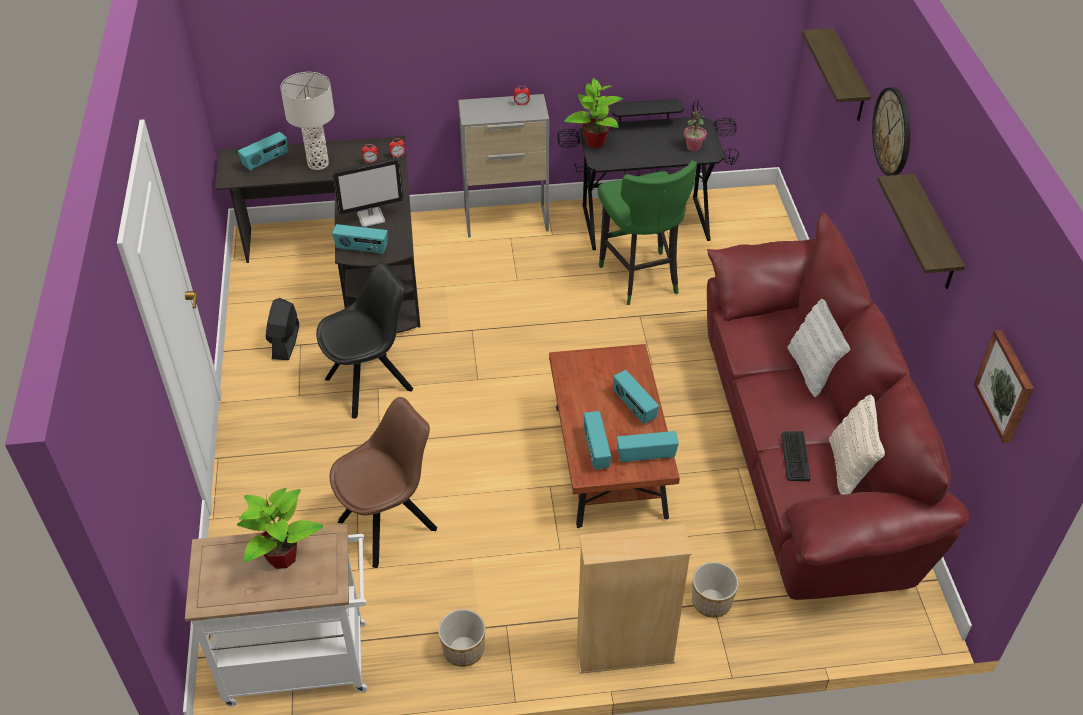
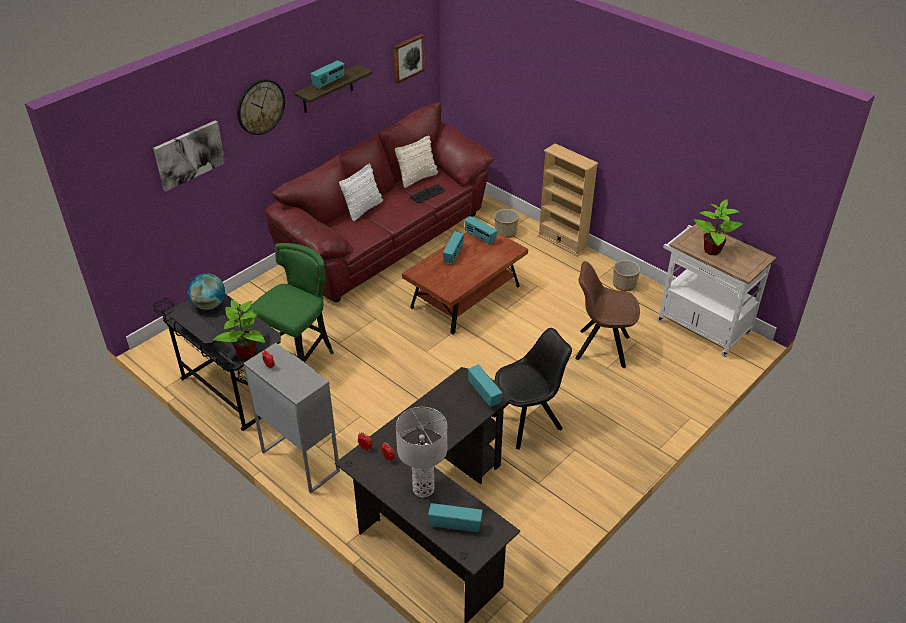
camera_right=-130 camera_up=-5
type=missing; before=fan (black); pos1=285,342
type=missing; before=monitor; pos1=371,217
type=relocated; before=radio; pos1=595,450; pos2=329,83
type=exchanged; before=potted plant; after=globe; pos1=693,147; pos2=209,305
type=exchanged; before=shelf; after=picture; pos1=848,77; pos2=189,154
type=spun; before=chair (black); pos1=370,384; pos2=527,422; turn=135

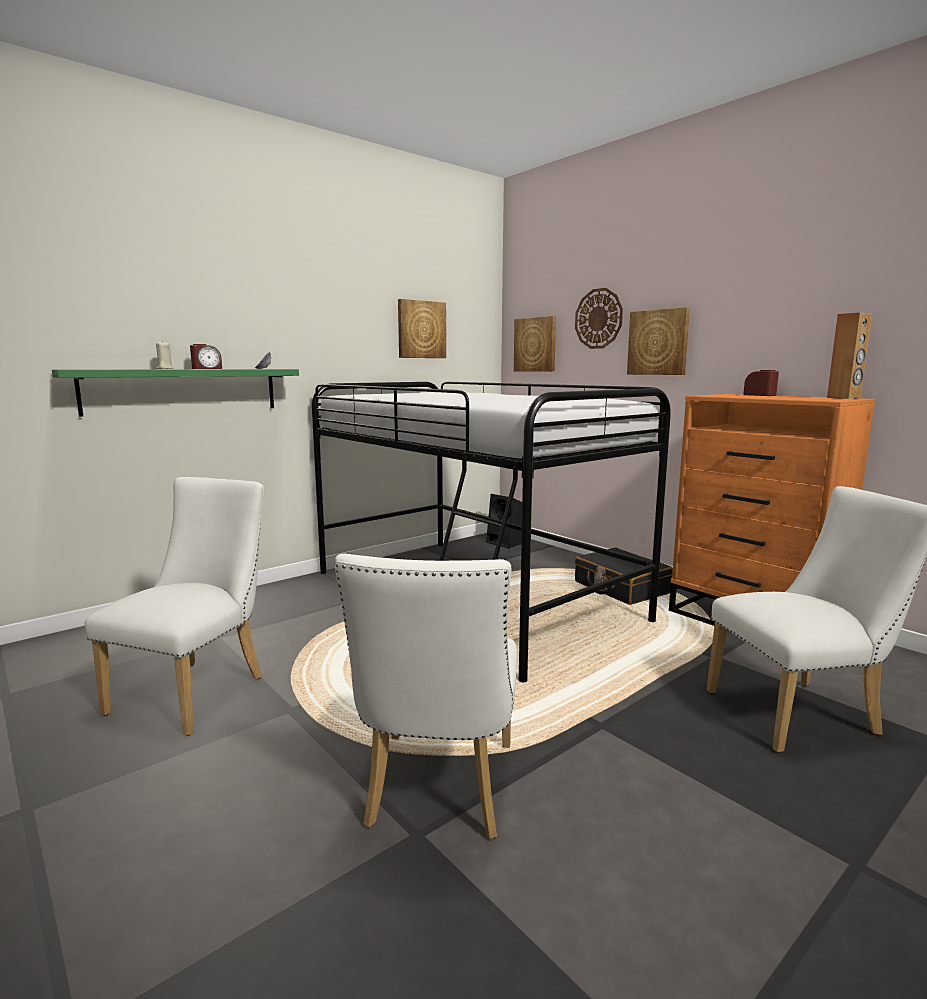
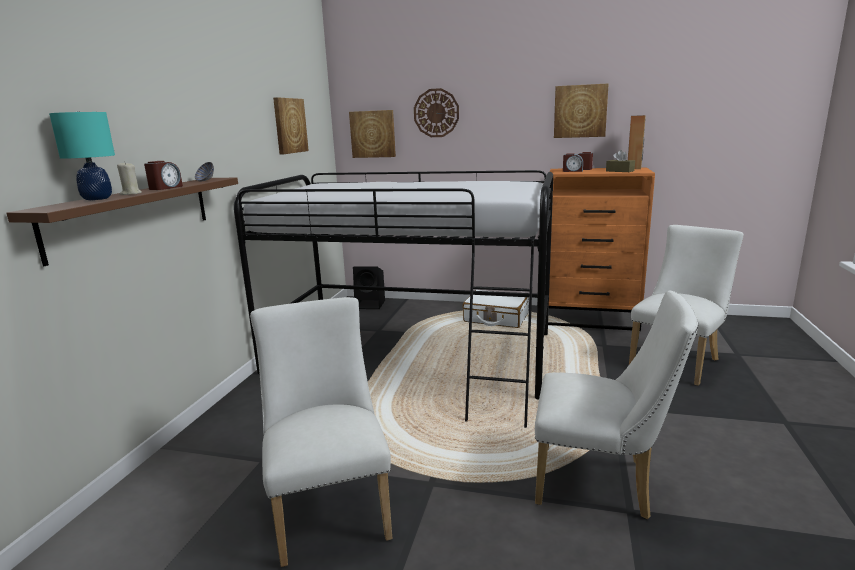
camera_right=-35 camera_up=5
type=appeared; after=table lamp (turquoise); pos2=97,199
type=appeared; after=alarm clock; pos2=572,171
type=appeared; after=tissue box (brown); pos2=620,171
type=relocated; before=picture; pos1=658,342; pos2=580,111
type=colour; before=shelf (green); after=shelf (brown); pos1=183,390; pos2=133,215
type=colour; before=suitcase (black); after=suitcase (white); pos1=620,588; pos2=496,318
type=spun; before=chair (white); pos1=438,792; pos2=601,483; turn=-45

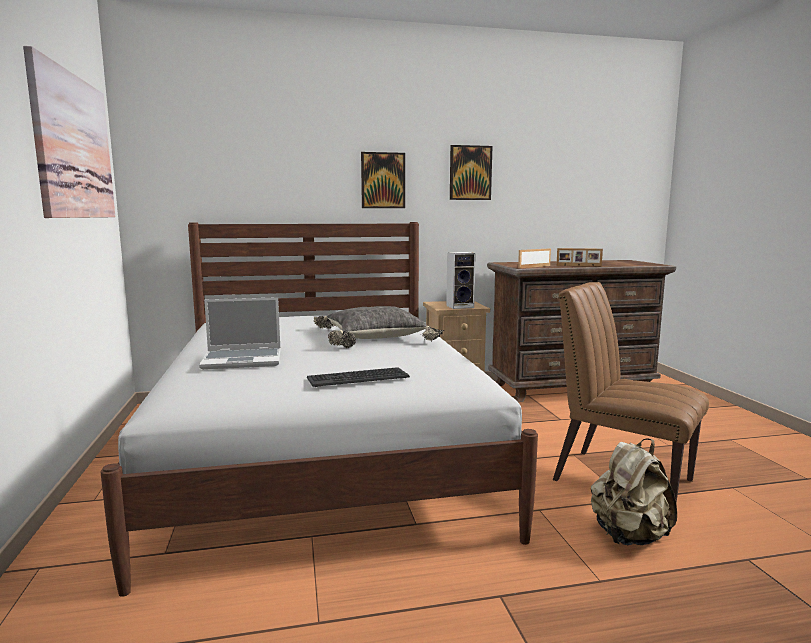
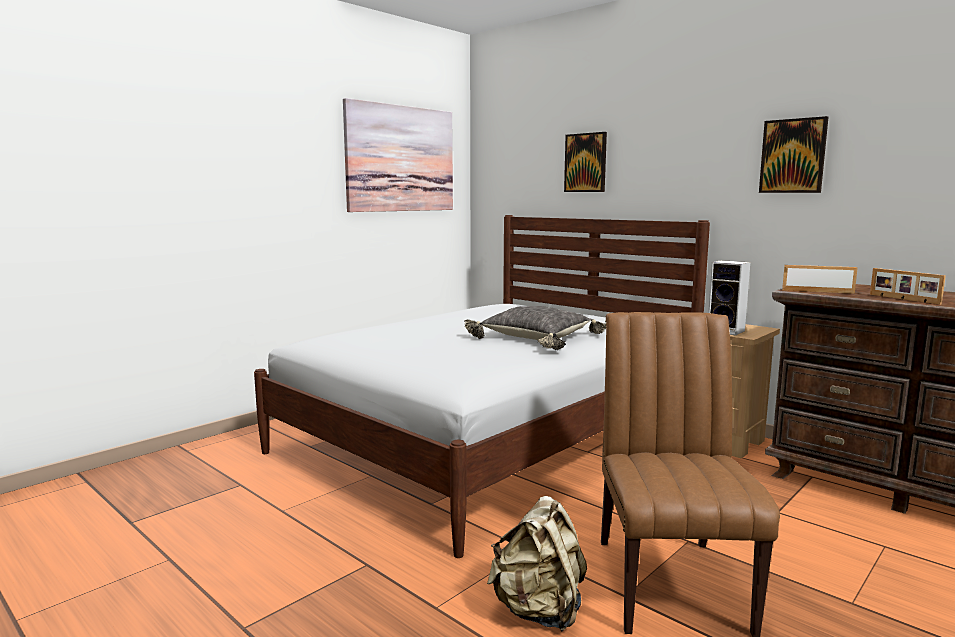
camera_right=55 camera_up=0
type=missing; before=laptop; pos1=243,360
type=missing; before=keyboard; pos1=358,378
type=relocated; before=picture; pos1=383,180; pos2=585,162

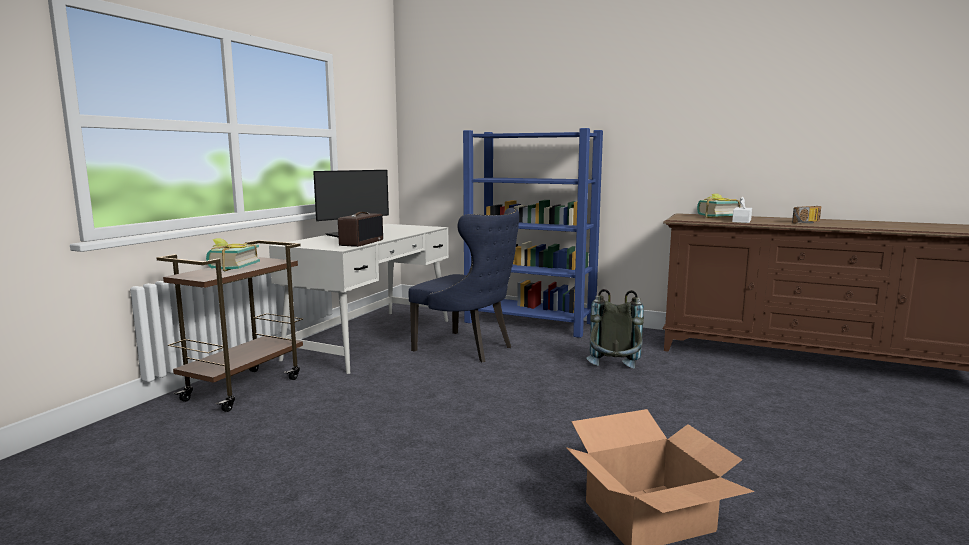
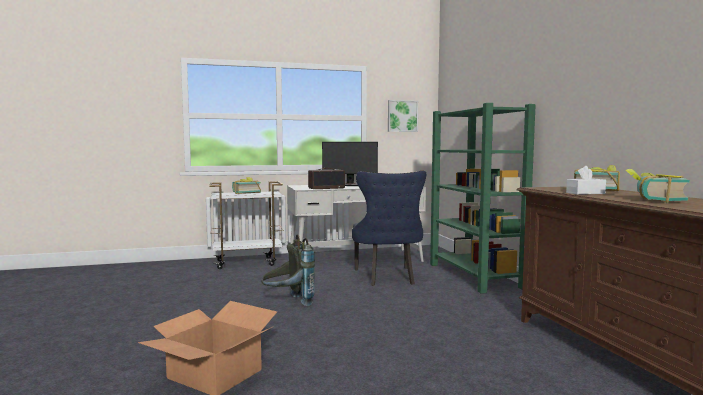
camera_right=50 camera_up=-5
type=appeared; after=picture; pos2=402,116
type=relocated; before=backpack (grey); pos1=614,372; pos2=288,303
type=exchanged; before=radio; after=book; pos1=808,222; pos2=653,200
type=colour; before=cart (brown); after=cart (white); pos1=246,388; pos2=248,263
type=colour; before=bookcase (blue); after=bookcase (green); pos1=530,322; pos2=474,276

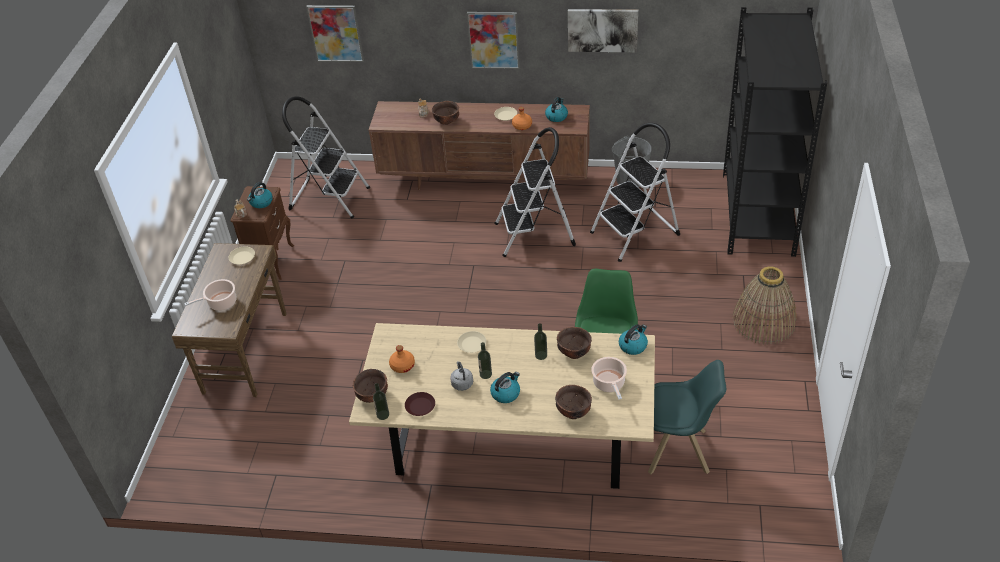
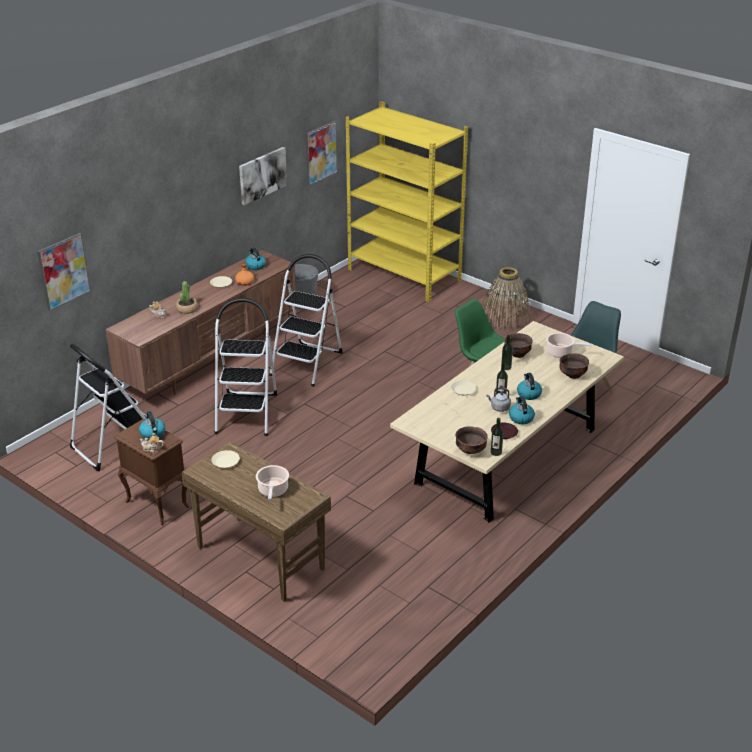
camera_right=-60 camera_up=-10
type=missing; before=bottle (orange); pos1=402,365
type=relocated; before=picture; pos1=493,40; pos2=321,153
type=relocated; before=step ladder; pos1=637,233; pos2=248,412
type=relocated; before=kettle; pos1=633,346; pos2=521,418
type=exchanged; before=bowl (brown); after=potted plant; pos1=446,121; pos2=187,309
type=colour; before=bookcase (black); after=bookcase (yellow); pos1=757,214; pos2=404,275

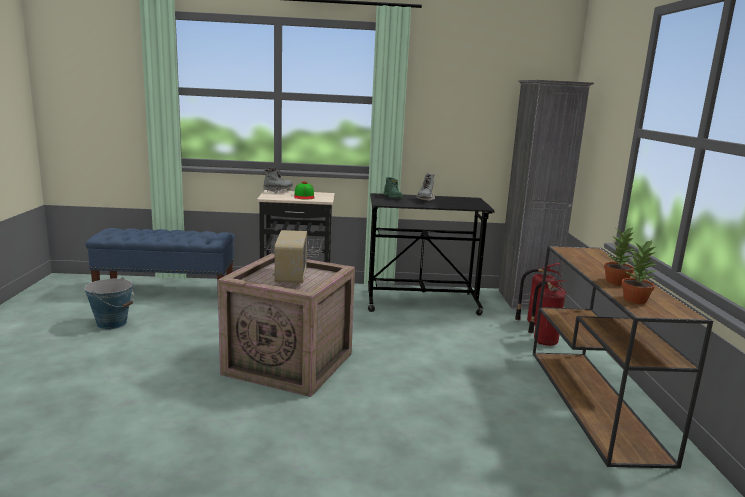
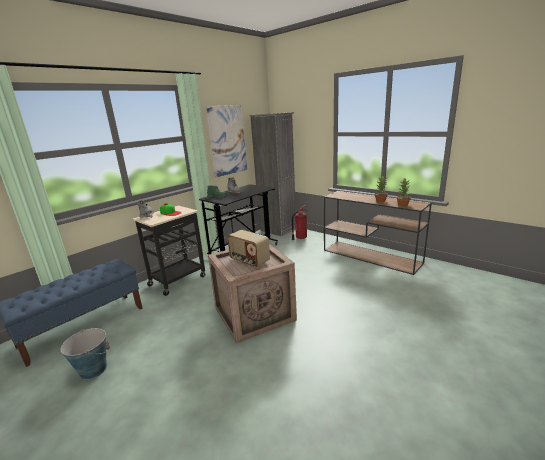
camera_right=-45 camera_up=5
type=missing; before=fire extinguisher; pos1=544,341
type=appeared; after=picture; pos2=228,140

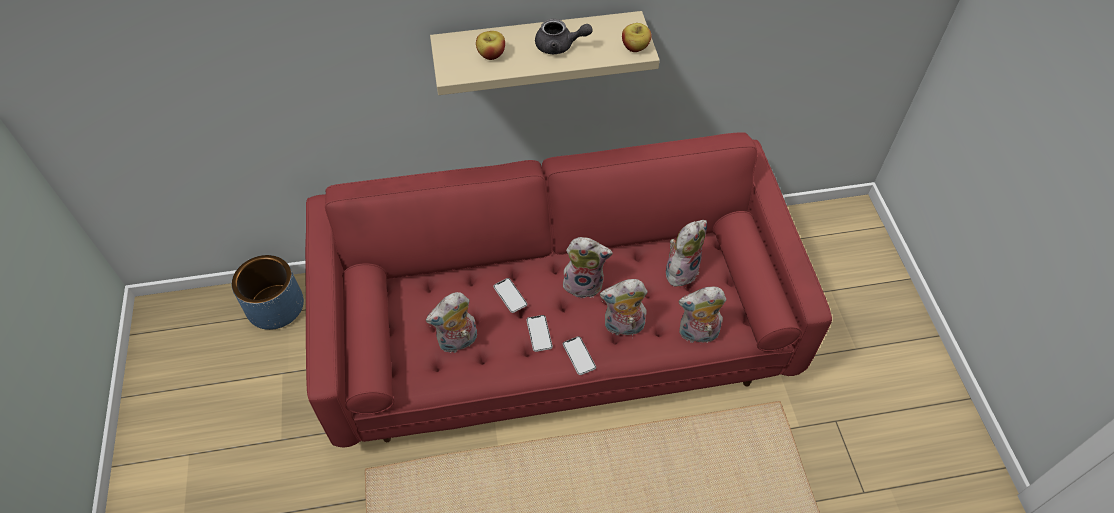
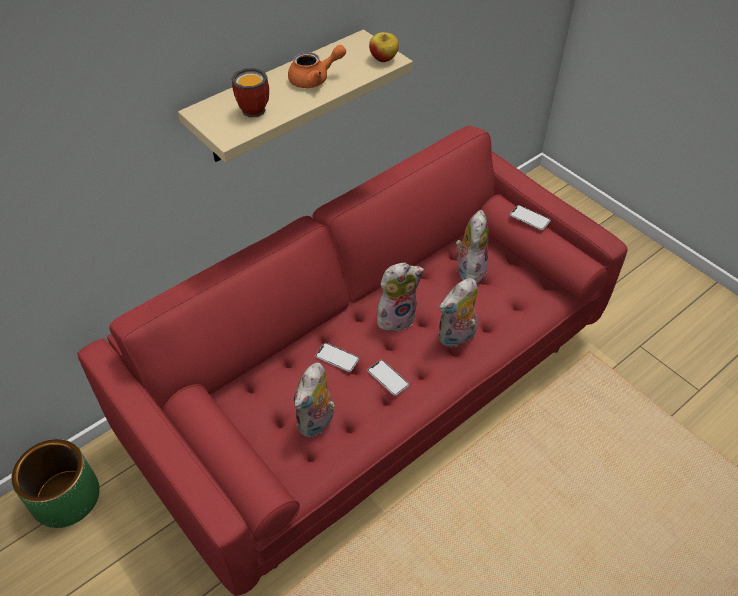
camera_right=-30 camera_up=-5
type=missing; before=plush toy; pos1=697,334
type=relocated; before=phone; pos1=579,356; pos2=529,218
type=exchanged; before=apple; after=mug; pos1=491,55; pos2=255,107
type=colour; before=planter (blue); after=planter (green); pos1=276,306; pos2=66,497
type=colour; before=teapot (grey); after=teapot (orange); pos1=559,46; pos2=315,79

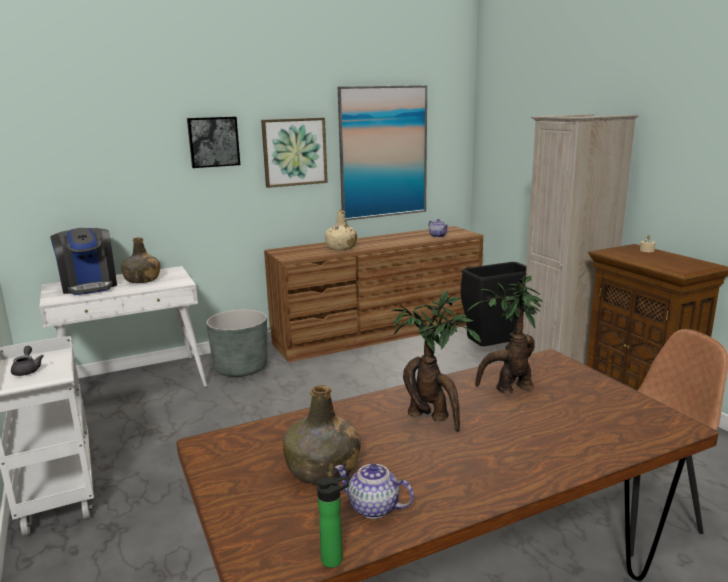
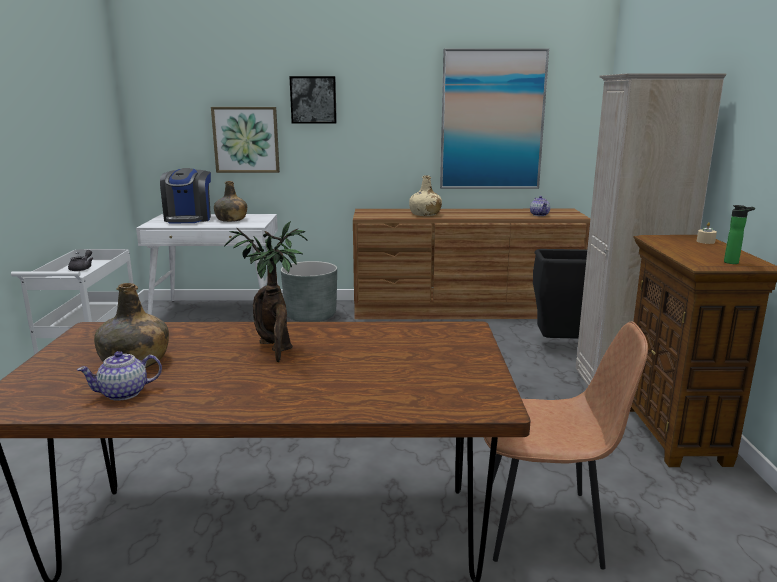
camera_right=25 camera_up=0
type=missing; before=potted plant; pos1=508,388
type=relocated; before=picture; pos1=294,152; pos2=246,139
type=relocated; before=bottle; pos1=335,559; pos2=733,262
type=spun; before=teapot; pos1=374,508; pos2=124,393; turn=-75

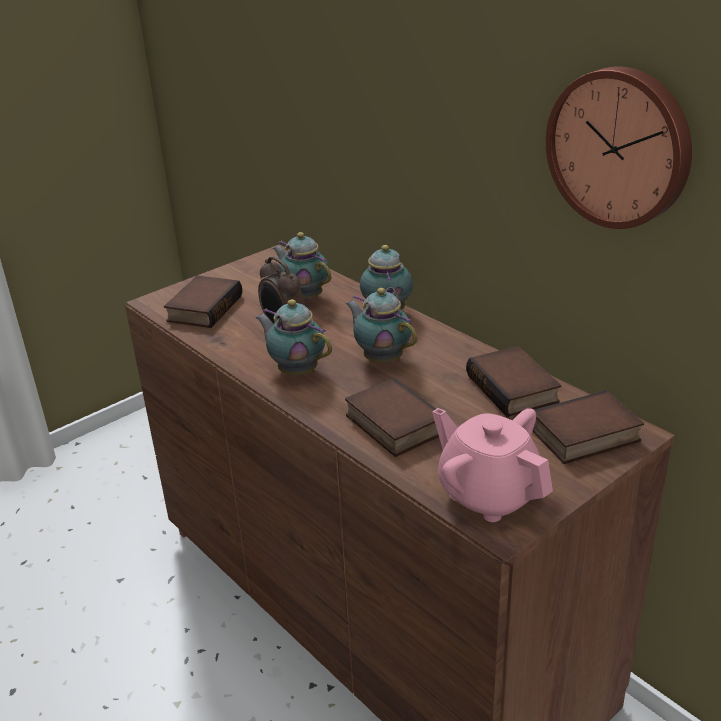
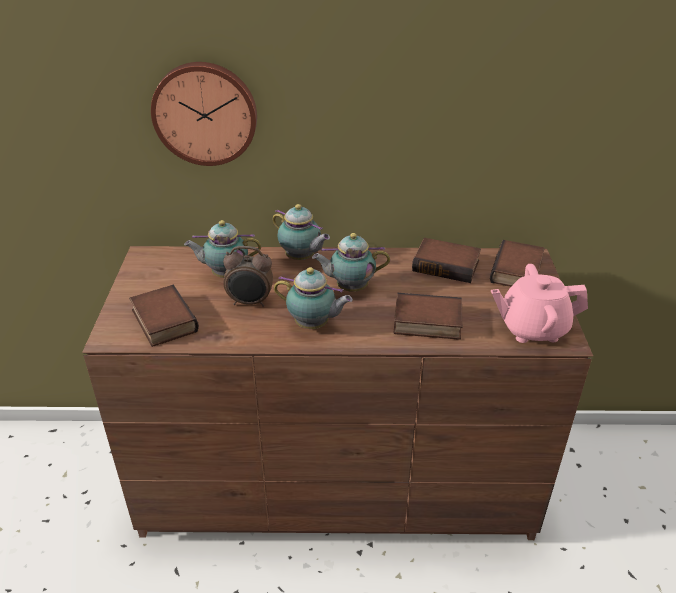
camera_right=-50 camera_up=5
type=relocated; before=wall clock; pos1=620,147; pos2=205,113
type=spun; before=teapot; pos1=296,371; pos2=313,325; turn=-150

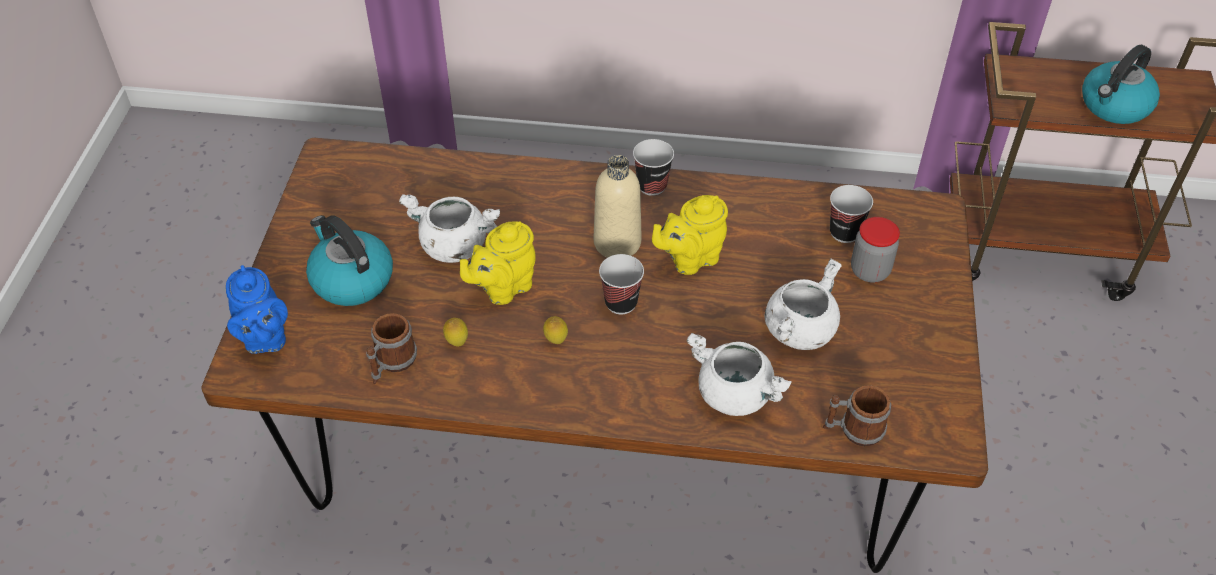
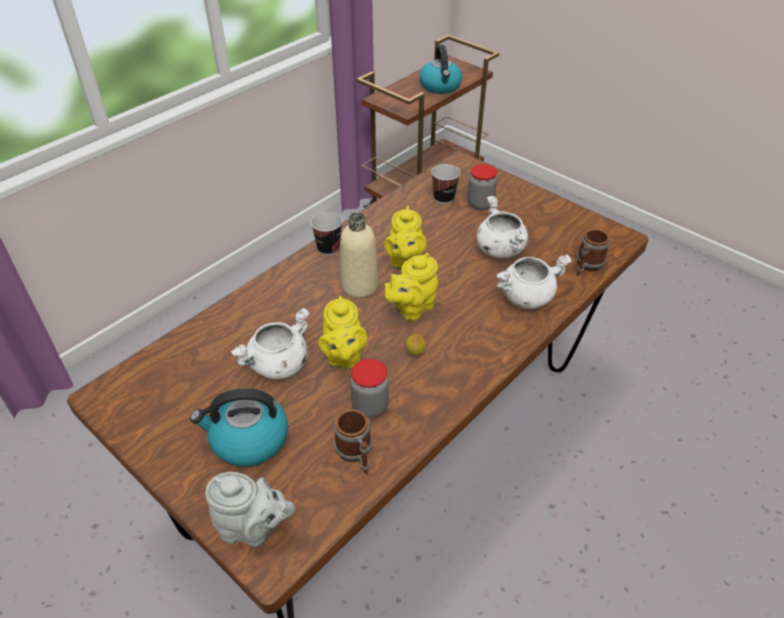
camera_right=-55 camera_up=-5
type=exchanged; before=lemon; after=jar; pos1=457,342; pos2=370,406
type=exchanged; before=cup; after=teapot (yellow); pos1=621,303; pos2=411,309
type=colour; before=teapot (blue); after=teapot (grey); pos1=264,338; pos2=253,528

